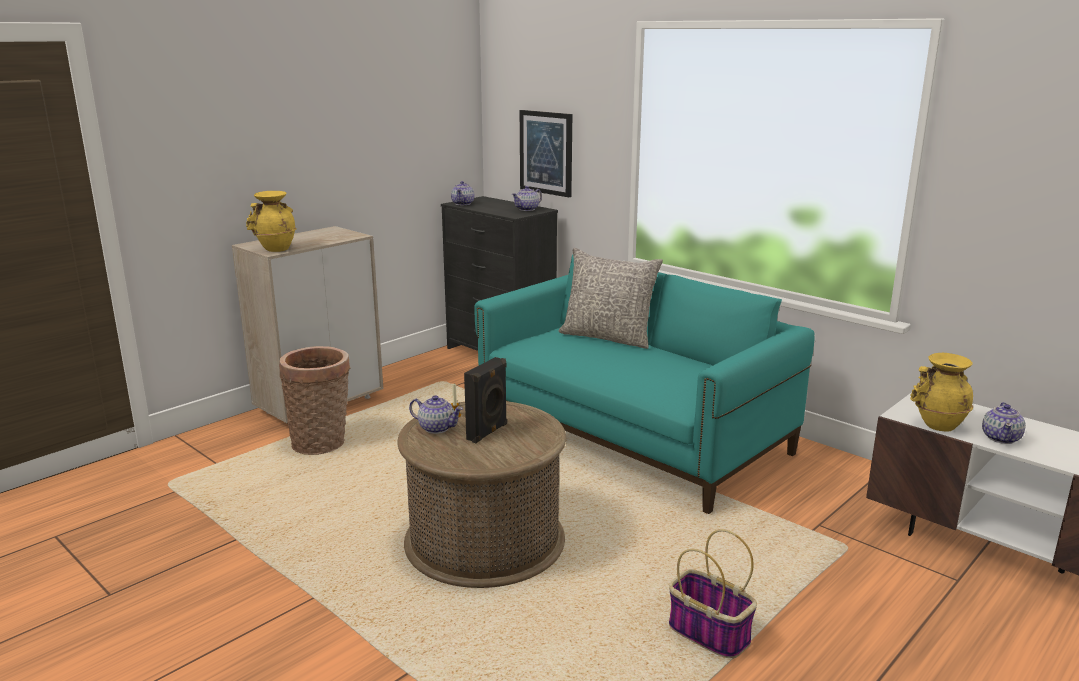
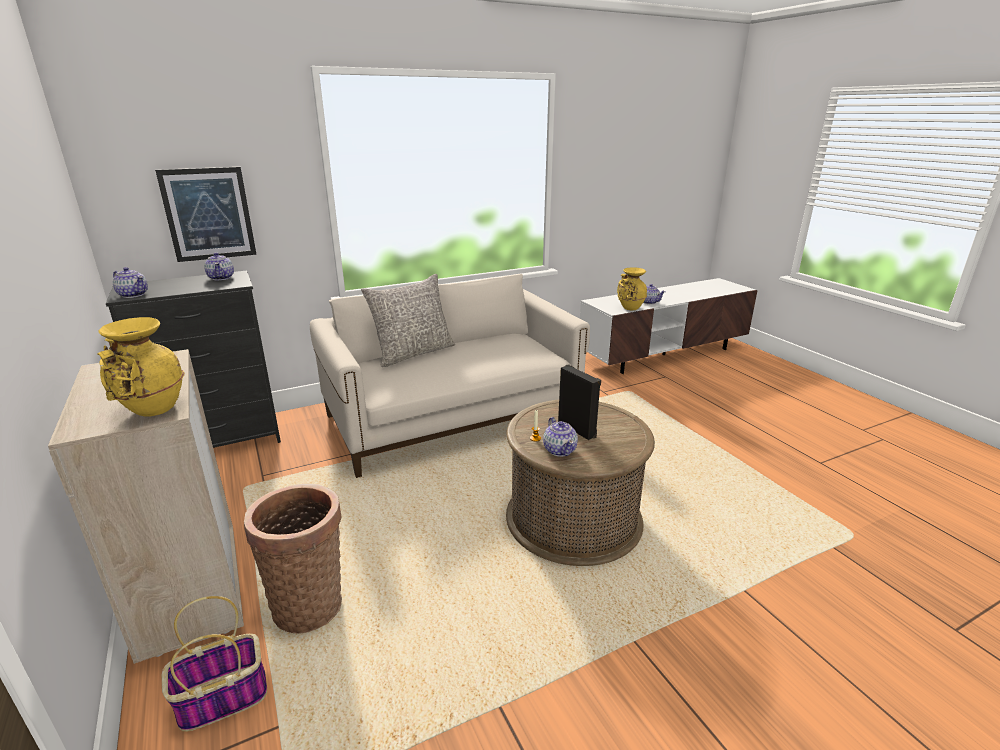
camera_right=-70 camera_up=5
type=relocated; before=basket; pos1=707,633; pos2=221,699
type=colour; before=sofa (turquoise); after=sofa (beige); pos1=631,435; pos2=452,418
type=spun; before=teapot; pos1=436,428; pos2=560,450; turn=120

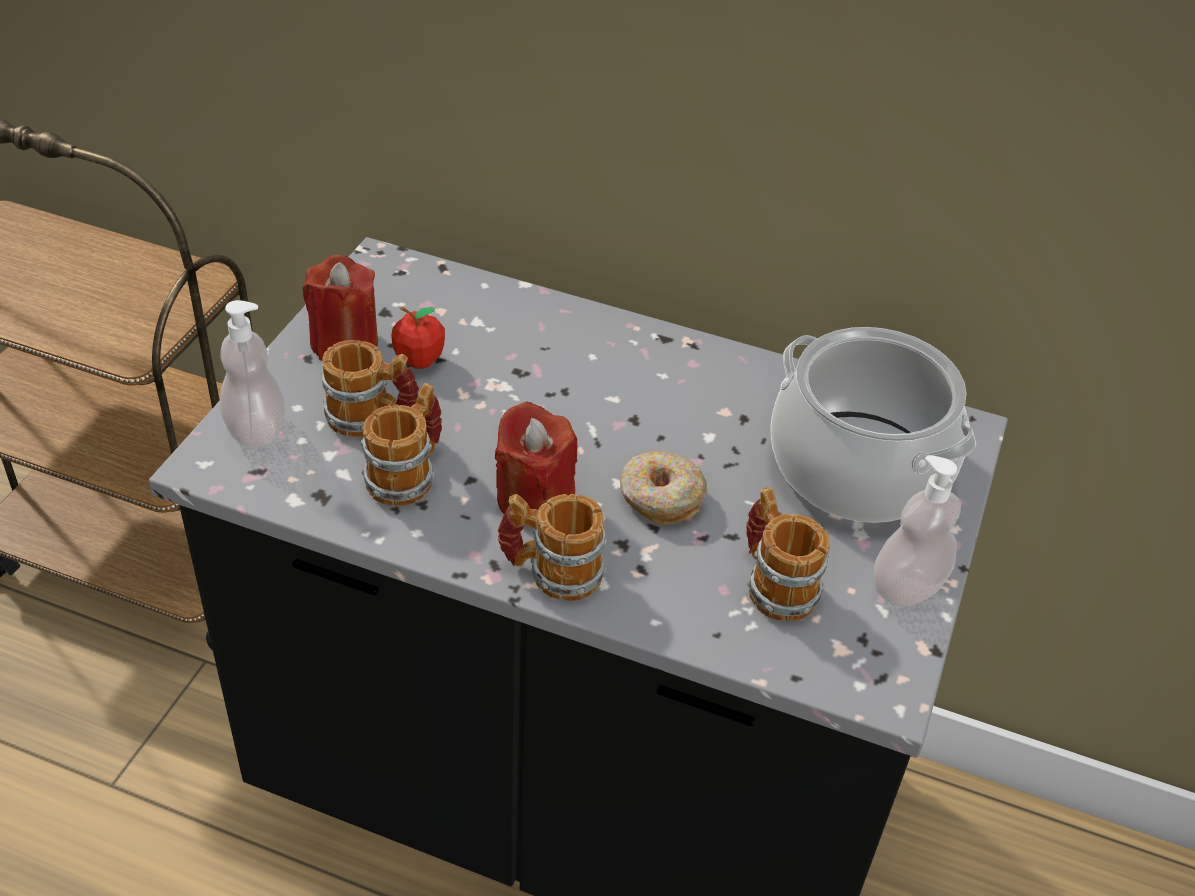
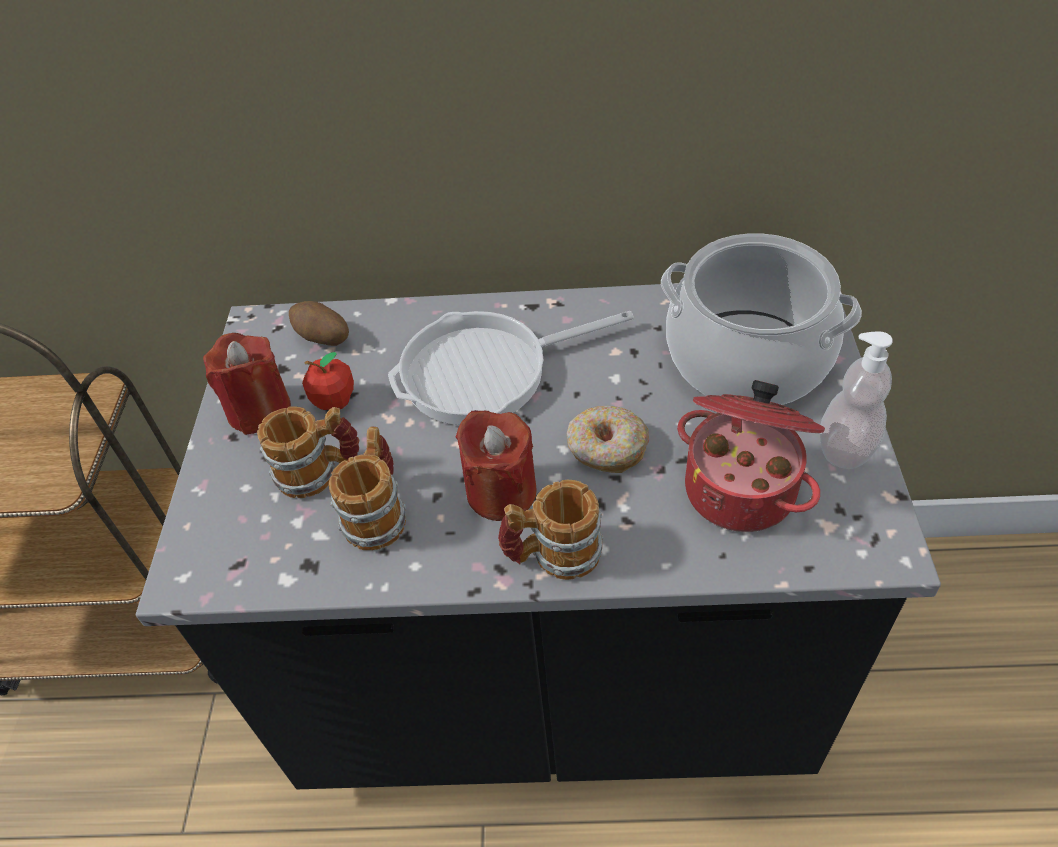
camera_right=-15 camera_up=5
type=missing; before=soap dispenser; pos1=256,430
type=appeared; after=potato; pos2=323,339
type=appeared; after=frying pan; pos2=486,372
type=exchanged; before=mug; after=cooking pot; pos1=774,583; pos2=742,488

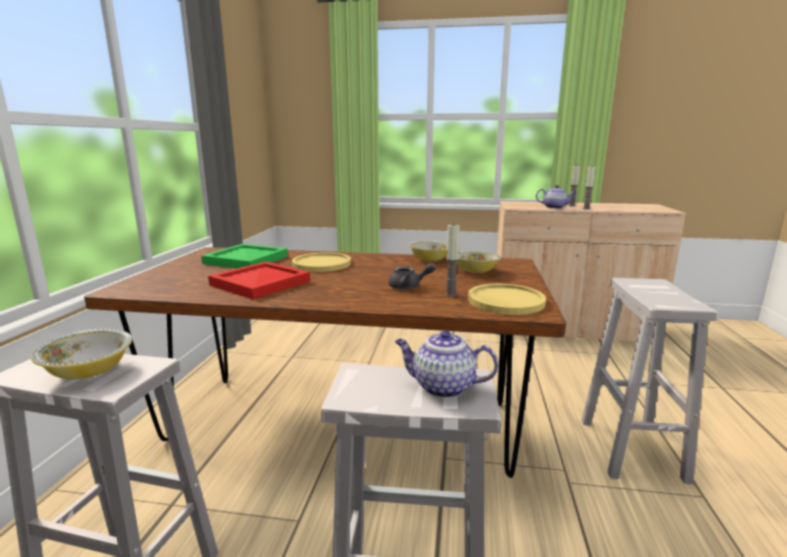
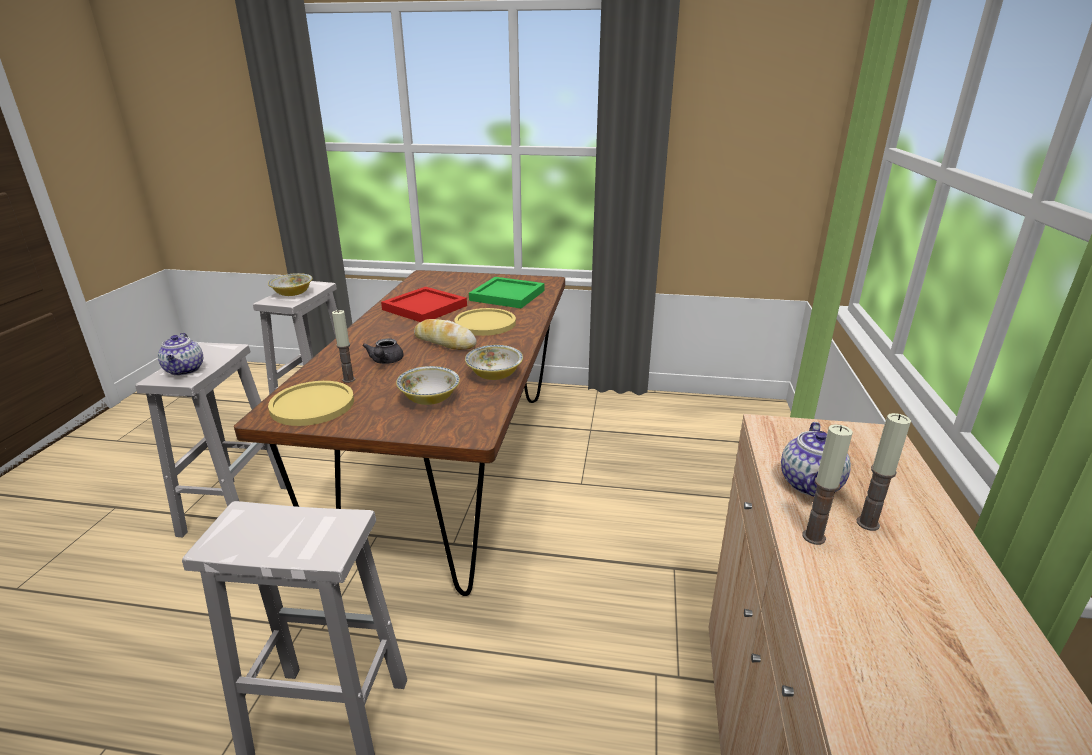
camera_right=90 camera_up=10
type=appeared; after=bread; pos2=444,342
type=spun; before=teapot; pos1=442,387; pos2=185,370; turn=150

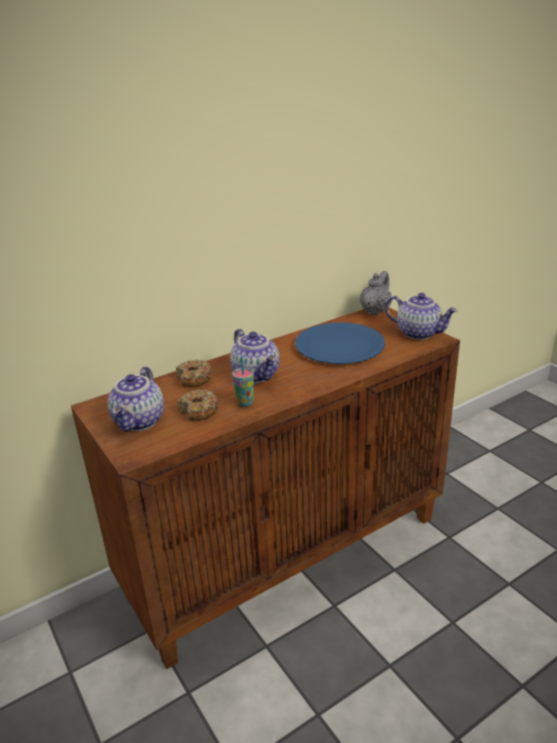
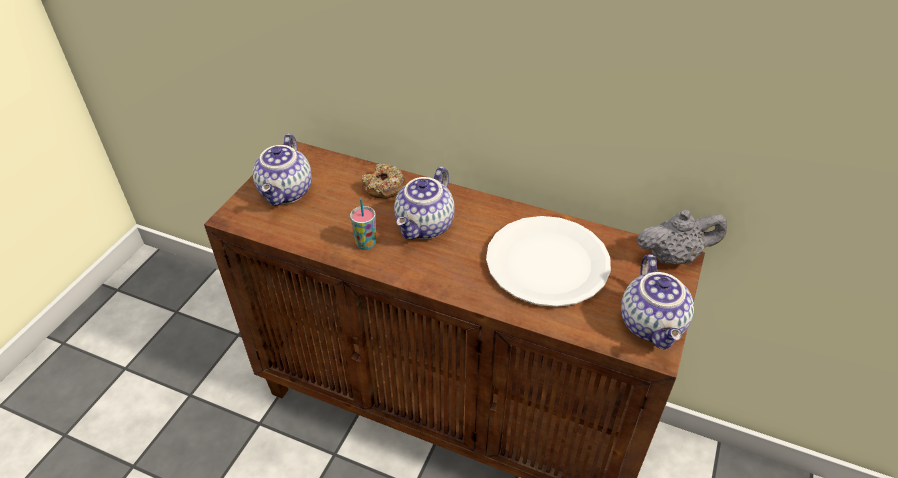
camera_right=55 camera_up=15
type=missing; before=donut; pos1=199,411
type=colour; before=plate (blue); after=plate (white); pos1=339,346; pos2=548,263
type=spun; before=teapot; pos1=140,421; pos2=287,192; turn=-60

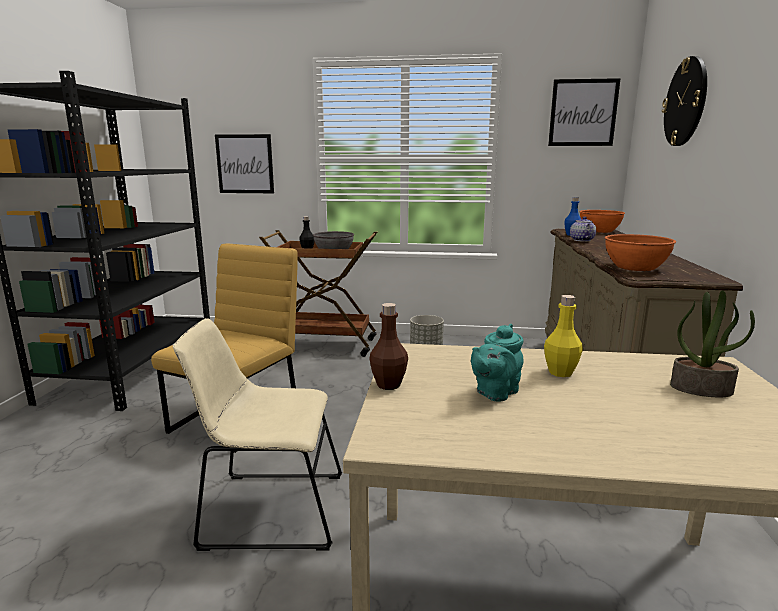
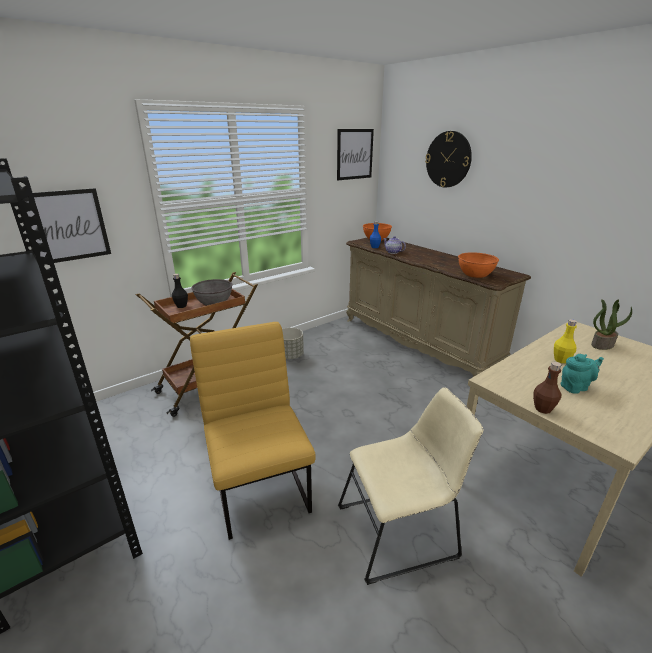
camera_right=-45 camera_up=10
type=spun; before=chair (beige); pos1=268,510; pos2=401,530; turn=-150
type=spun; before=teapot (turquoise); pos1=494,393; pos2=575,387; turn=-105

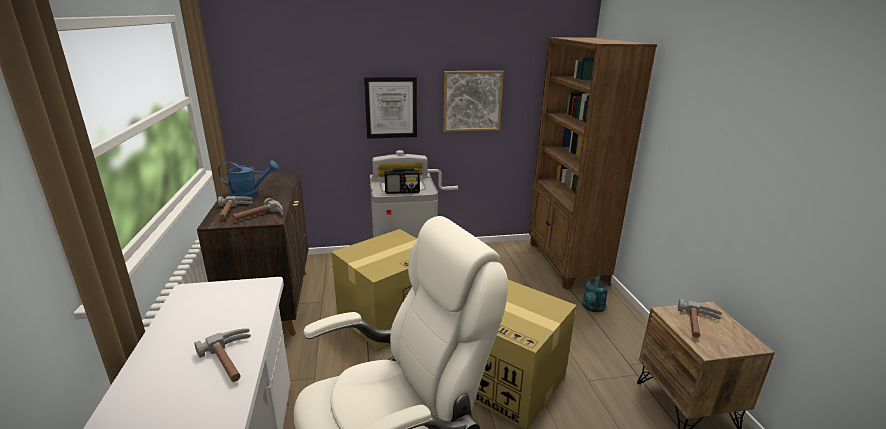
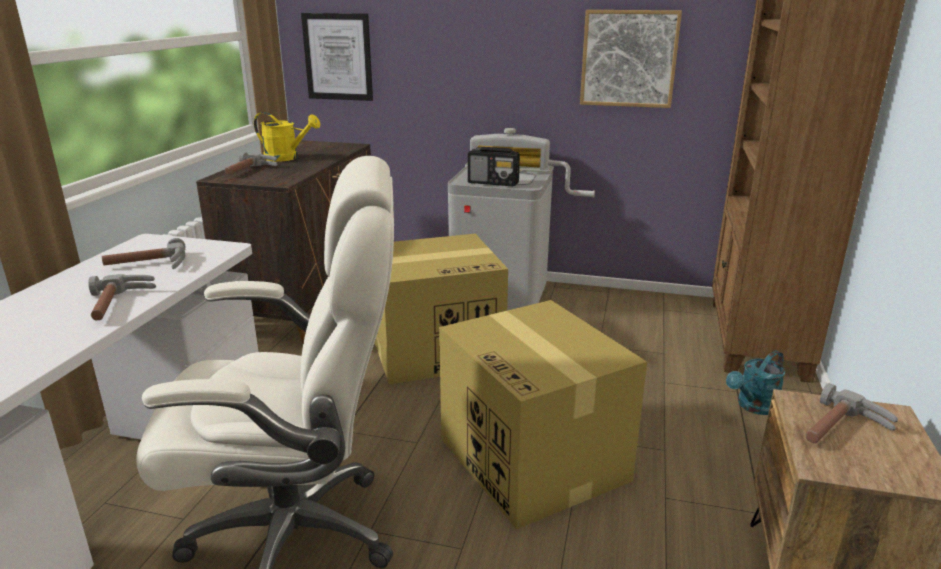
camera_right=25 camera_up=0
type=relocated; before=hammer; pos1=260,217; pos2=146,266
type=relocated; before=picture; pos1=391,107; pos2=338,57
type=colour; before=watering can (blue); after=watering can (yellow); pos1=249,194; pos2=287,158

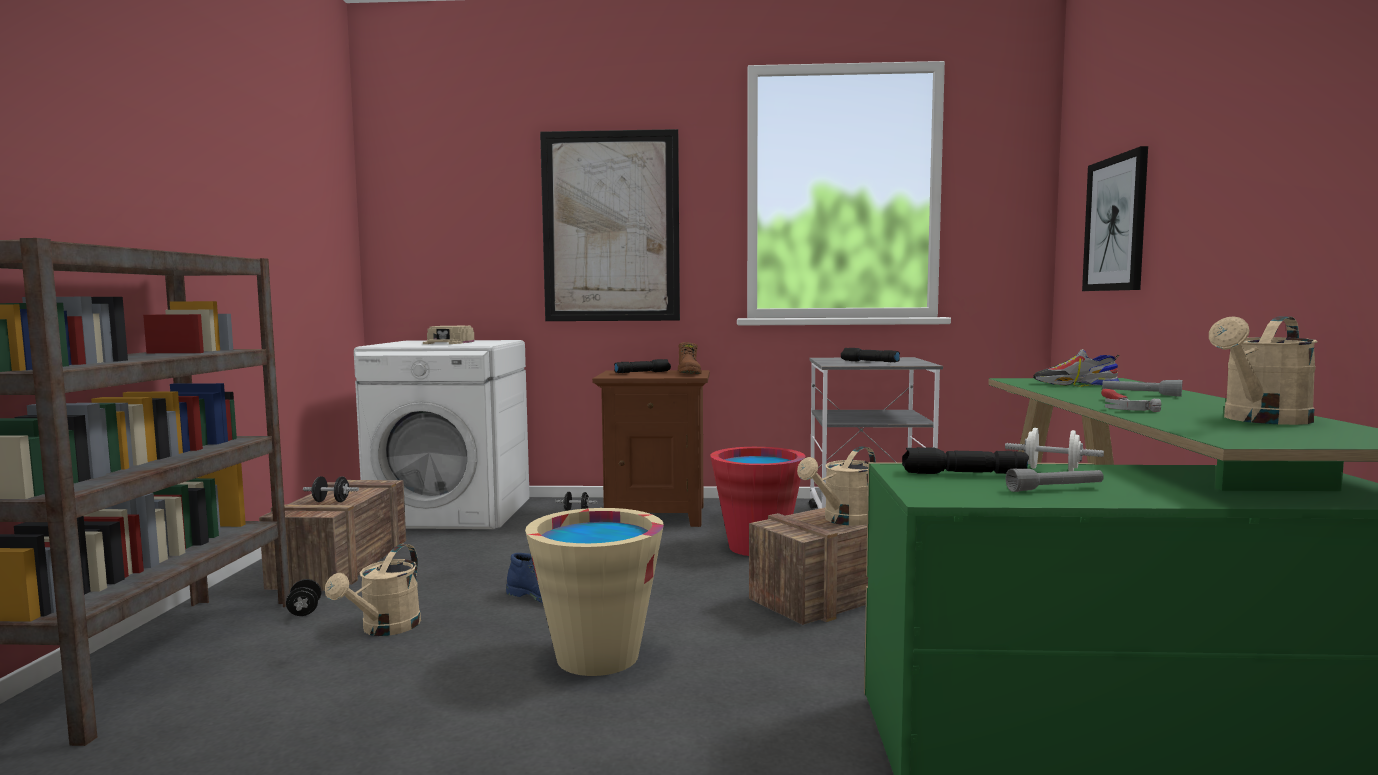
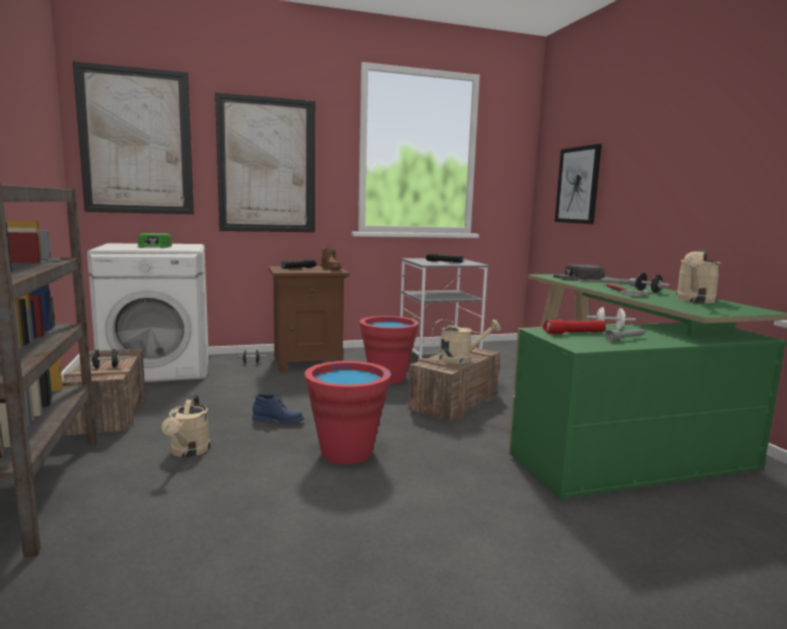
camera_right=-20 camera_up=5
type=appeared; after=picture; pos2=136,142
type=relocated; before=dumbbell (black); pos1=304,611; pos2=647,292
type=exchanged; before=shoe; after=cap (black); pos1=1074,384; pos2=578,278
type=colour; before=cap (beige); after=cap (green); pos1=449,342; pos2=155,246
type=colour; before=bucket (beige); after=bucket (red); pos1=598,656; pos2=346,452
type=colour; before=flashlight (black); after=flashlight (red); pos1=962,474; pos2=573,333
type=spun; before=watering can (beige); pos1=843,520; pos2=461,359; turn=-120

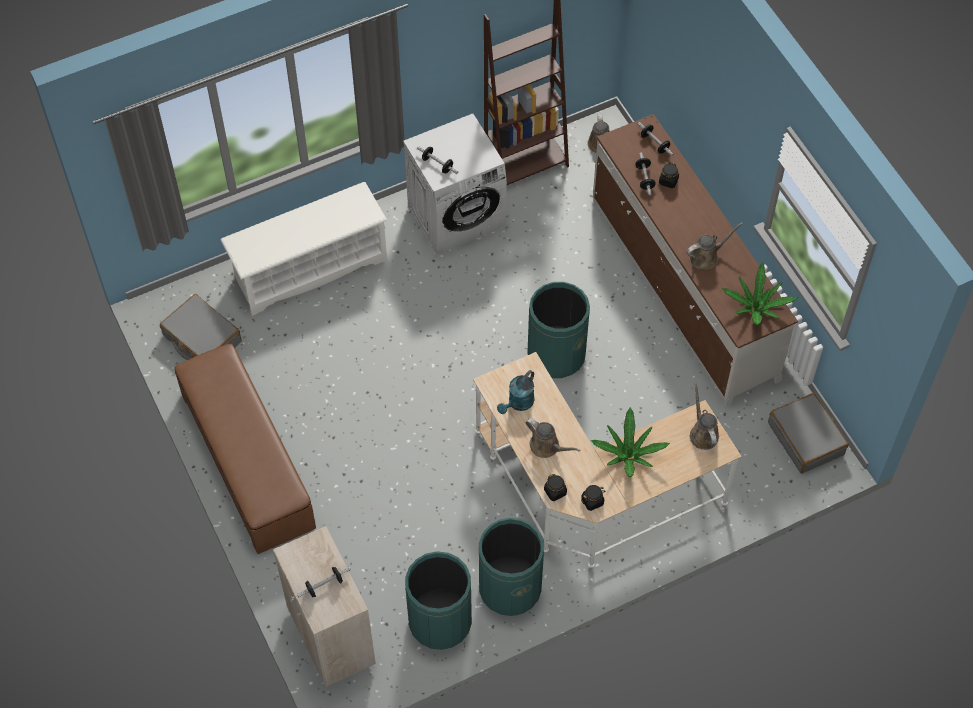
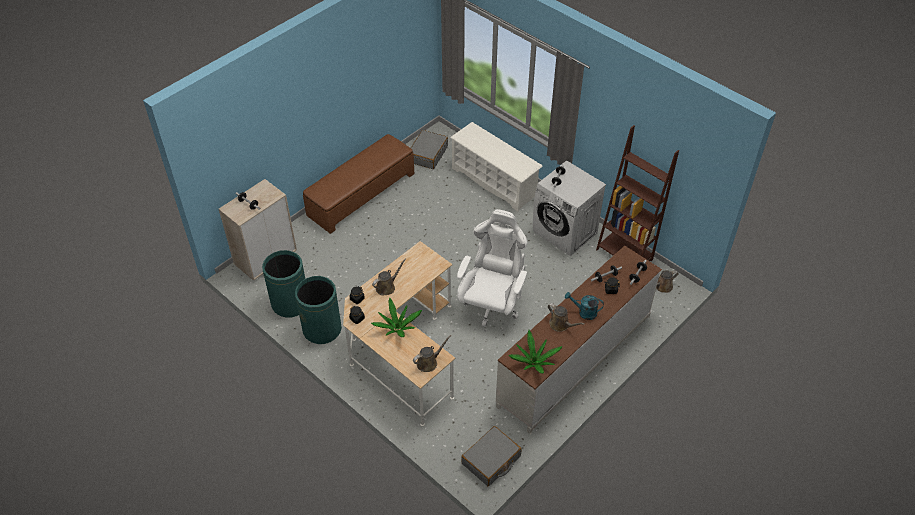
camera_right=70 camera_up=-10
type=relocated; before=watering can (turquoise); pos1=518,403; pos2=584,312
type=exchanged; before=trash can (green); after=office chair (white); pos1=556,355; pos2=492,307
type=spun; before=watering can (brown); pos1=547,446; pos2=387,287; turn=-150

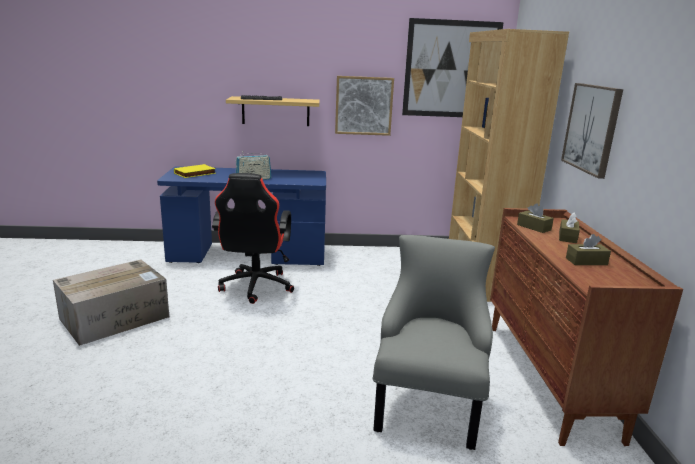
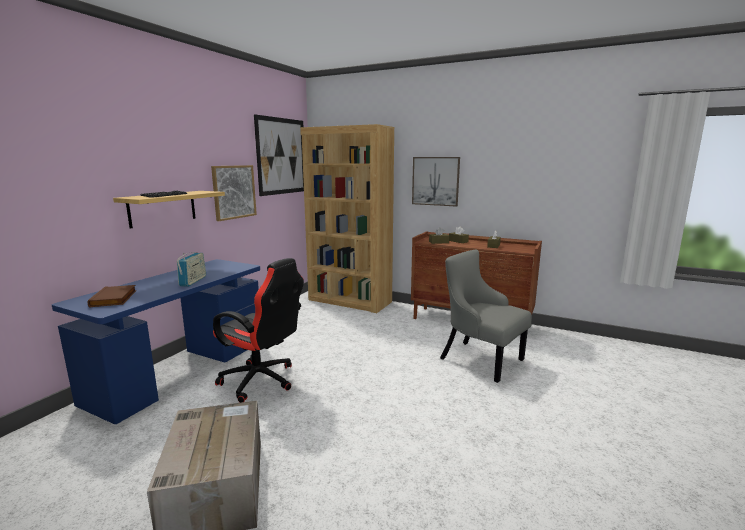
camera_right=-60 camera_up=-5
type=colour; before=book (yellow); after=book (brown); pos1=195,174; pos2=115,298

